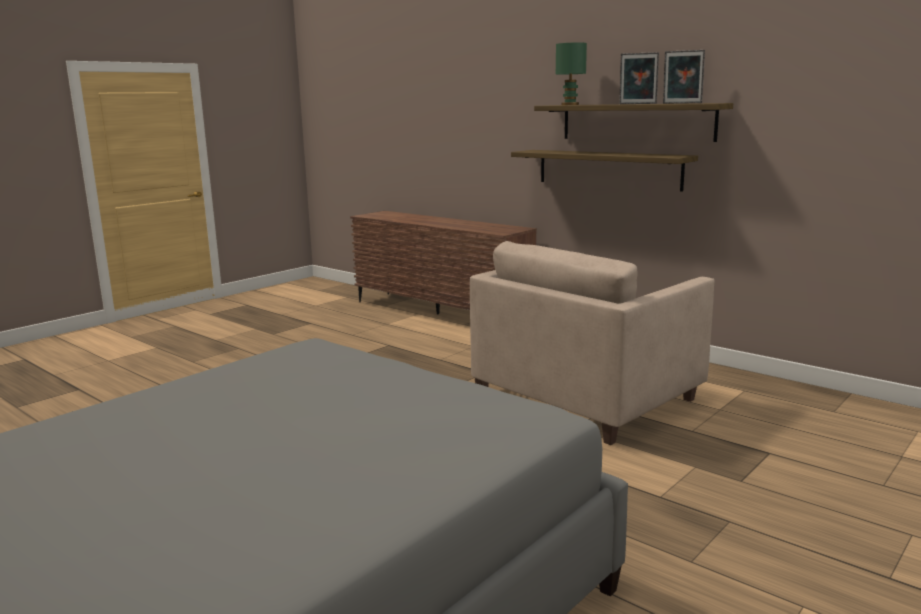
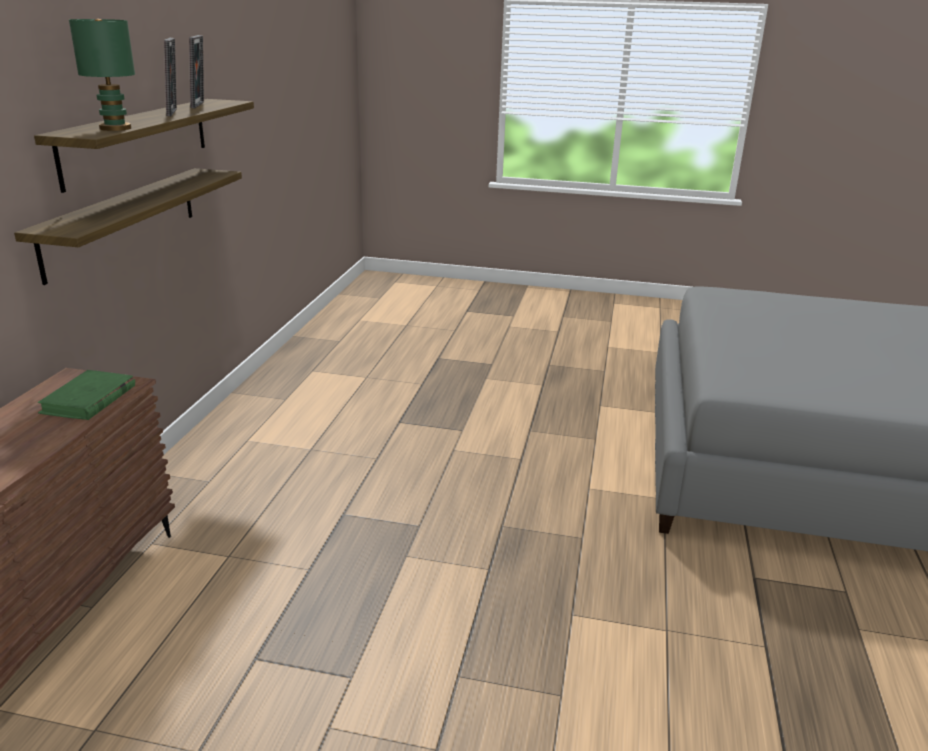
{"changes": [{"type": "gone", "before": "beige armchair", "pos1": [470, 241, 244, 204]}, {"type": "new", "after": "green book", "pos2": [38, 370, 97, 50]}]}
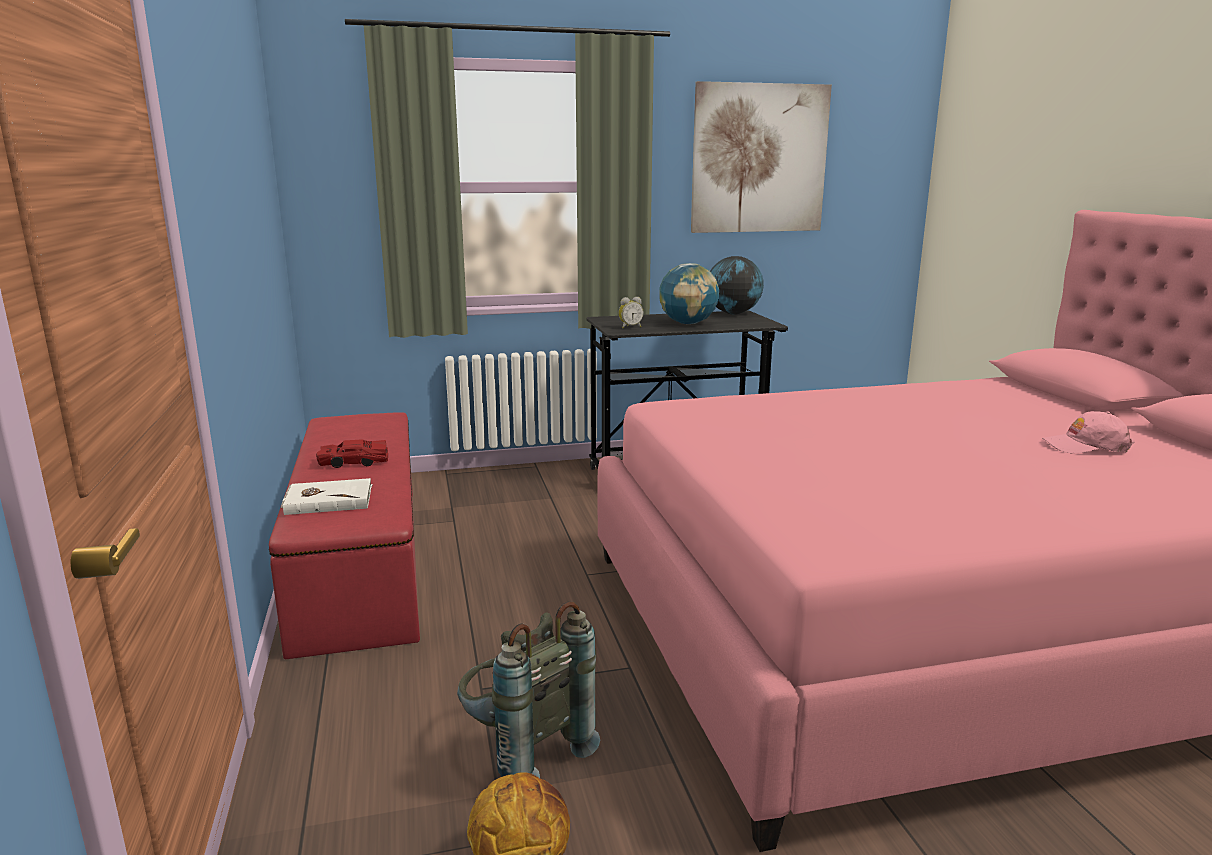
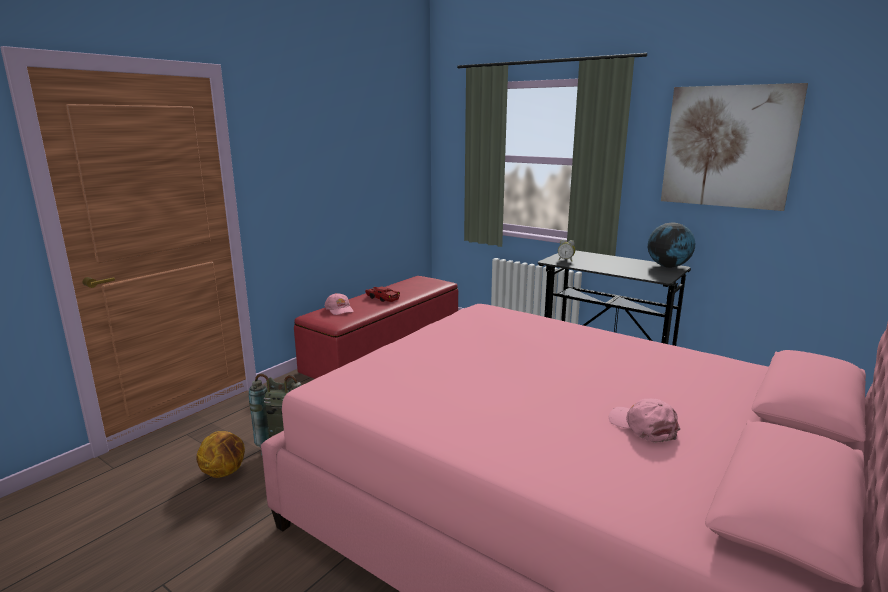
{"changes": [{"type": "gone", "before": "globe", "pos1": [659, 263, 60, 61]}, {"type": "swapped", "before": "white book", "after": "pink cap", "pos1": [281, 478, 92, 37], "pos2": [325, 293, 29, 22]}]}
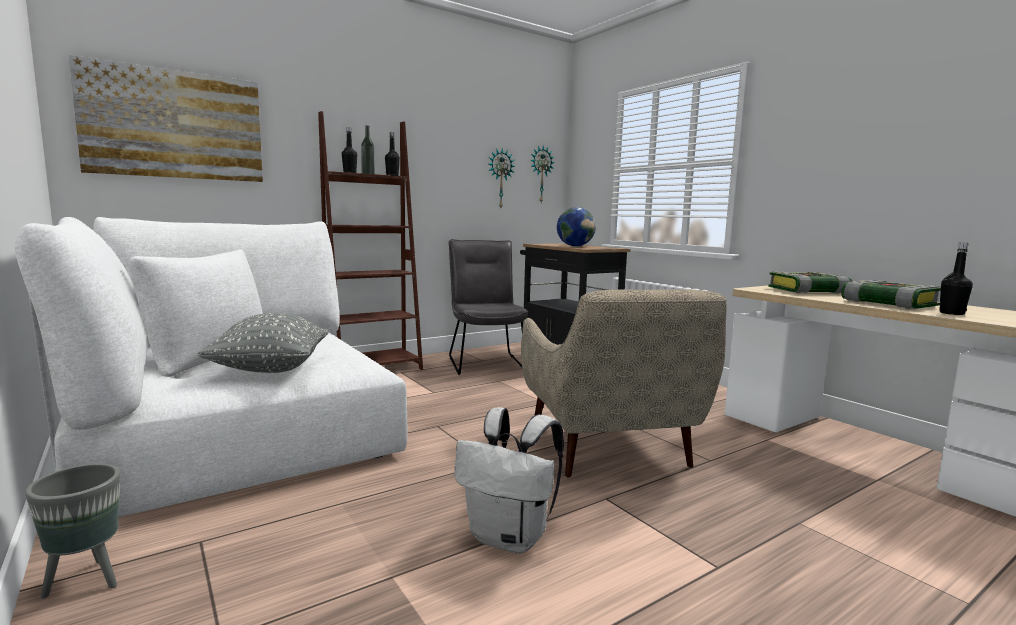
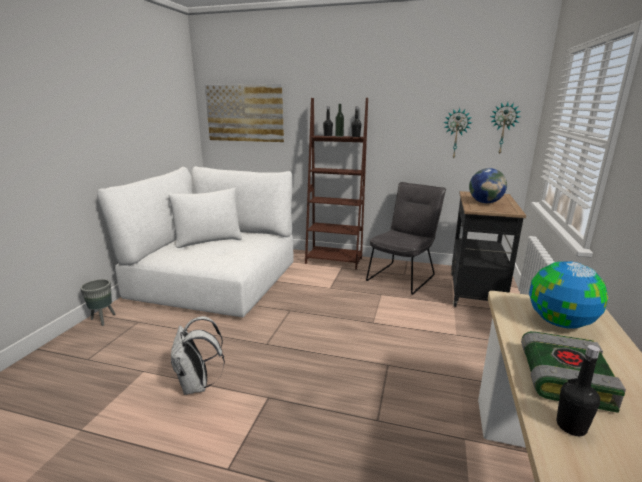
{"changes": [{"type": "swapped", "before": "book", "after": "globe", "pos1": [768, 271, 84, 23], "pos2": [529, 261, 80, 68]}, {"type": "gone", "before": "beige armchair", "pos1": [521, 289, 206, 189]}, {"type": "gone", "before": "grey pillow", "pos1": [198, 313, 130, 60]}]}
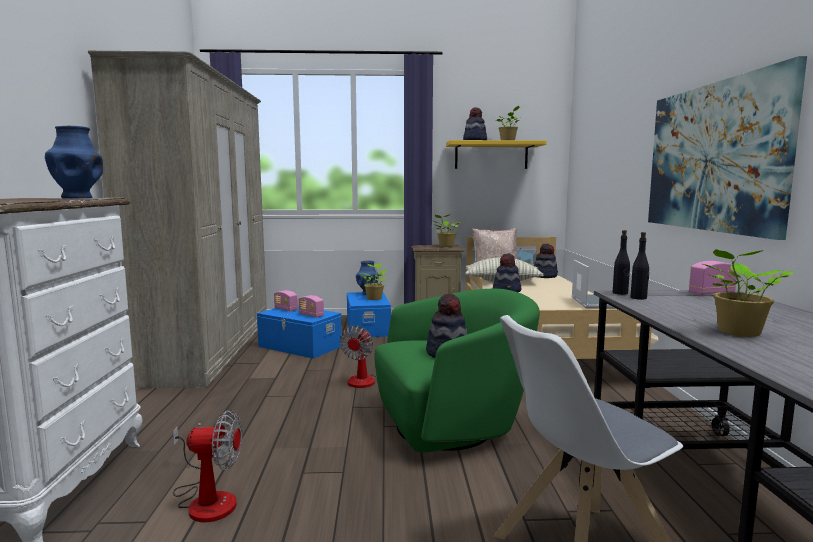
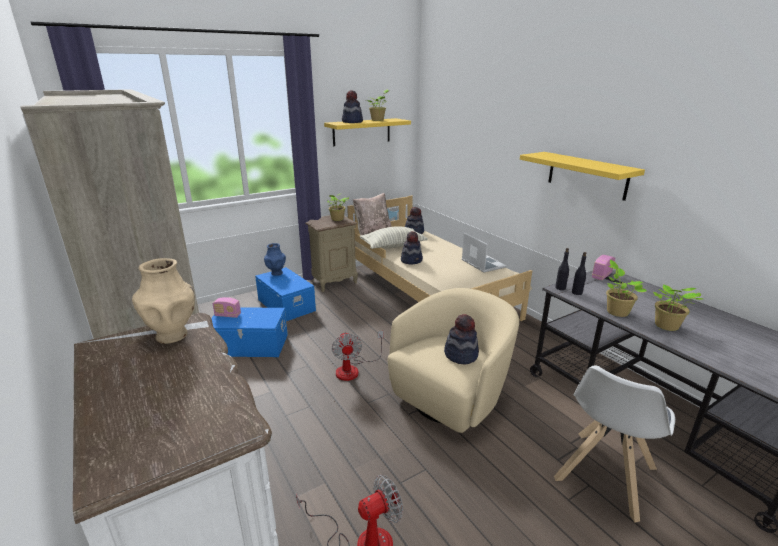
{"changes": [{"type": "swapped", "before": "picture", "after": "yellow shelf", "pos1": [648, 56, 159, 184], "pos2": [520, 152, 125, 49]}, {"type": "repainted", "before": "blue vase", "after": "beige vase", "pos1": [45, 126, 58, 72], "pos2": [132, 258, 63, 86]}, {"type": "shifted", "before": "potted plant", "pos1": [359, 263, 28, 37], "pos2": [606, 260, 41, 57]}, {"type": "repainted", "before": "green armchair", "after": "beige armchair", "pos1": [374, 289, 166, 164], "pos2": [388, 288, 131, 145]}, {"type": "gone", "before": "radio", "pos1": [299, 295, 25, 23]}]}
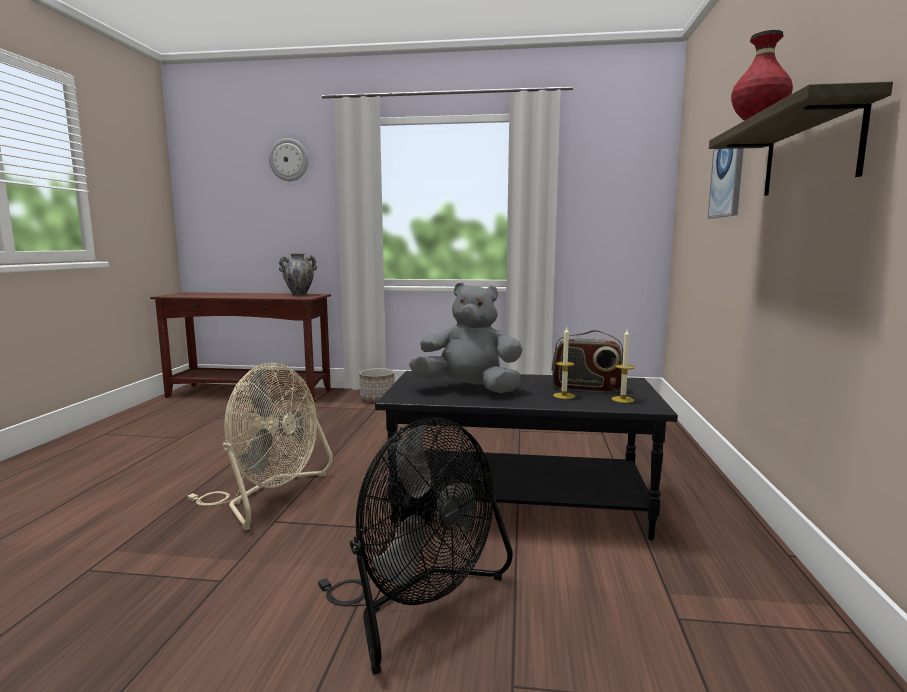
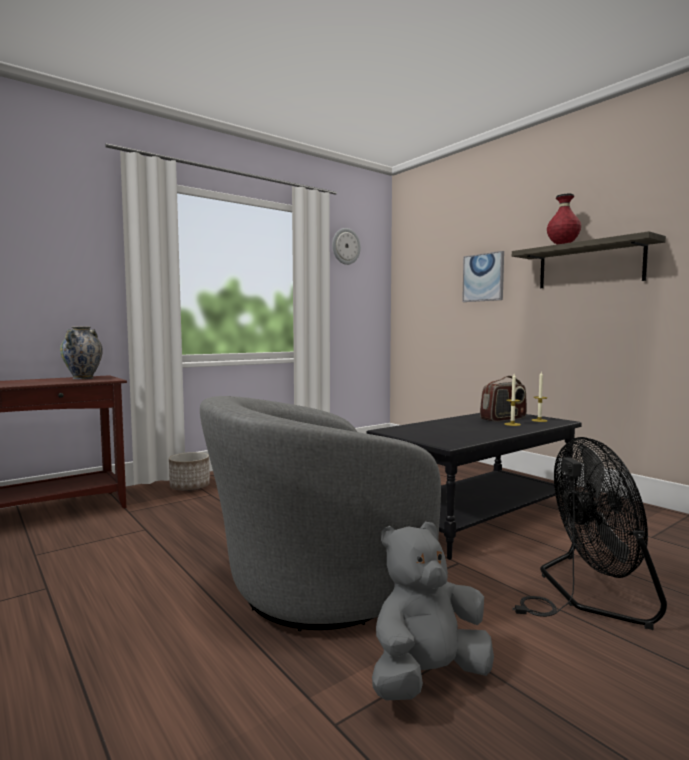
{"changes": [{"type": "shifted", "before": "wall clock", "pos1": [269, 138, 39, 43], "pos2": [332, 228, 29, 37]}, {"type": "shifted", "before": "grey plush toy", "pos1": [409, 283, 114, 110], "pos2": [372, 522, 122, 178]}, {"type": "swapped", "before": "beige fan", "after": "grey armchair", "pos1": [187, 363, 146, 168], "pos2": [200, 396, 241, 235]}]}
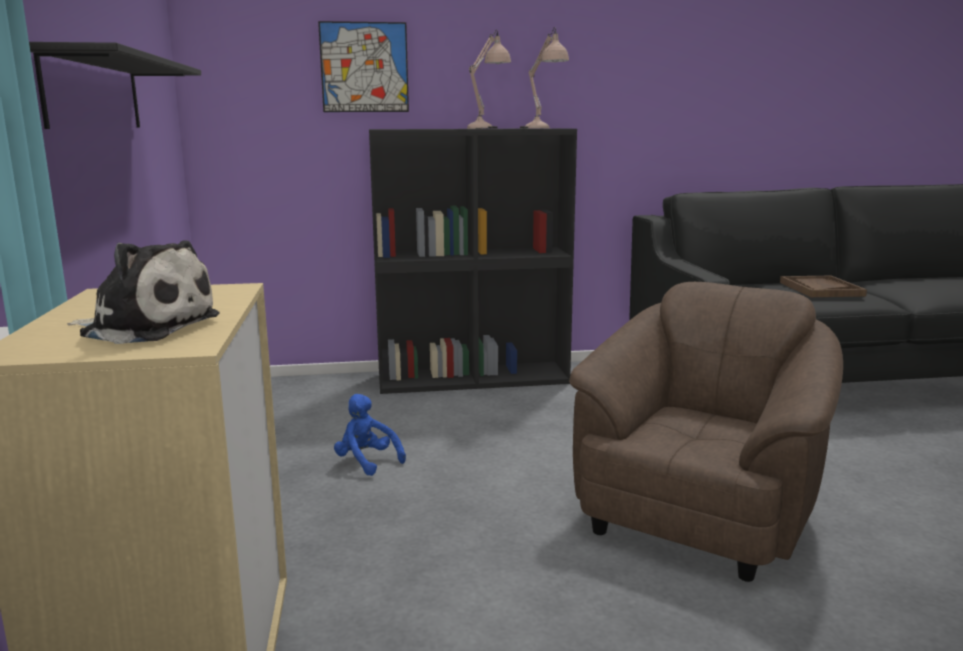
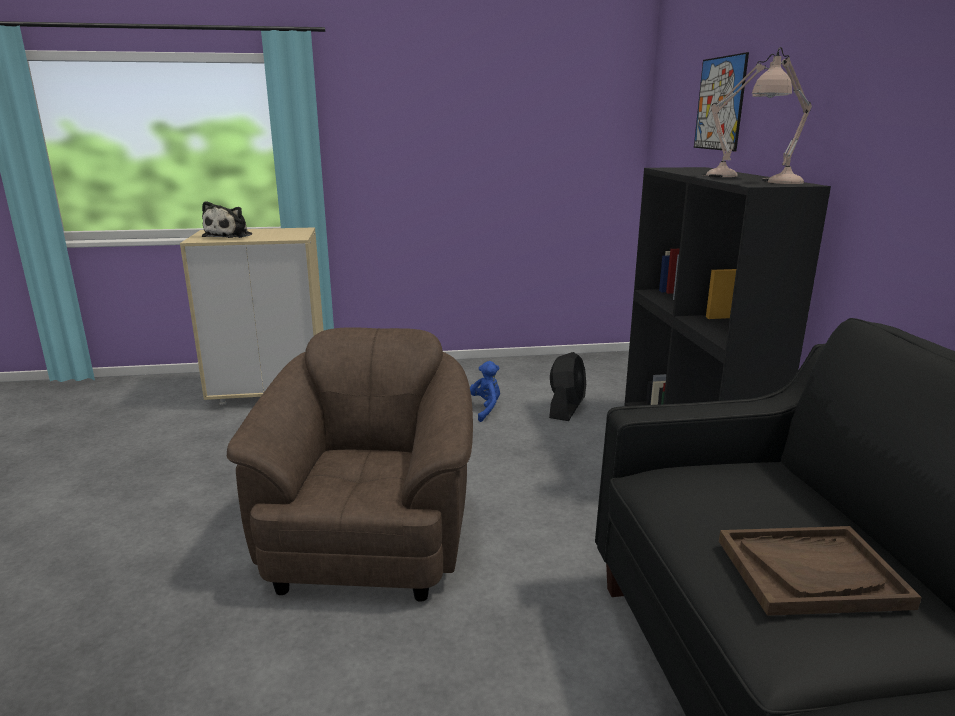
{"changes": [{"type": "gone", "before": "black shelf", "pos1": [29, 42, 172, 87]}, {"type": "rotated", "before": "brown armchair", "pos1": [569, 282, 274, 300], "pos2": [227, 327, 246, 275], "turn": -120}, {"type": "new", "after": "black fan", "pos2": [549, 352, 37, 69]}]}
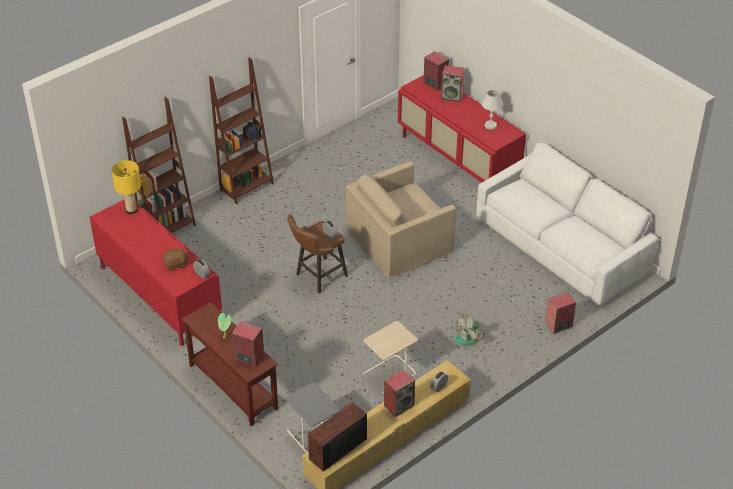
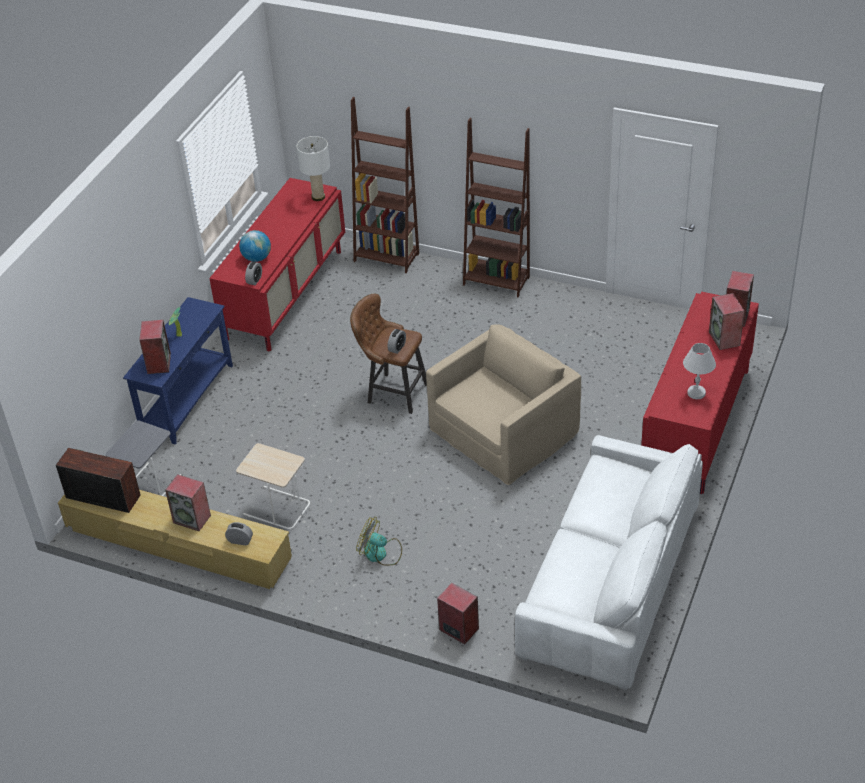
{"changes": [{"type": "repainted", "before": "yellow table lamp", "after": "white table lamp", "pos1": [111, 160, 30, 54], "pos2": [296, 136, 34, 65]}, {"type": "rotated", "before": "beige armchair", "pos1": [346, 161, 110, 118], "pos2": [426, 324, 155, 161], "turn": 105}, {"type": "swapped", "before": "brown plush toy", "after": "globe", "pos1": [163, 246, 26, 25], "pos2": [239, 230, 32, 32]}, {"type": "repainted", "before": "brown console table", "after": "blue console table", "pos1": [181, 302, 97, 124], "pos2": [123, 297, 110, 148]}]}
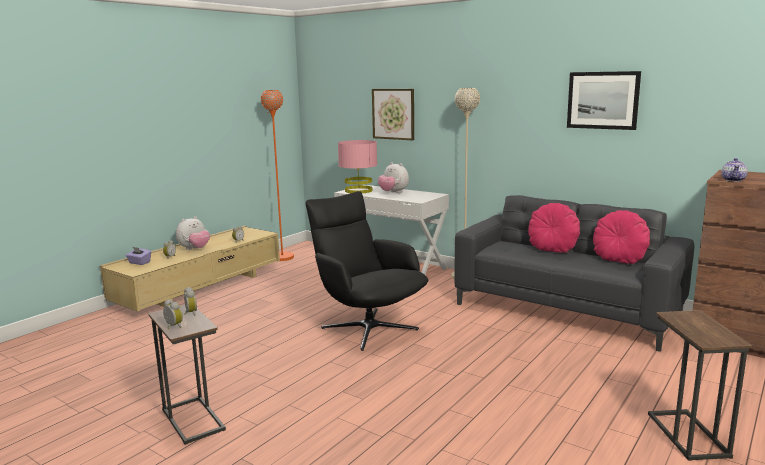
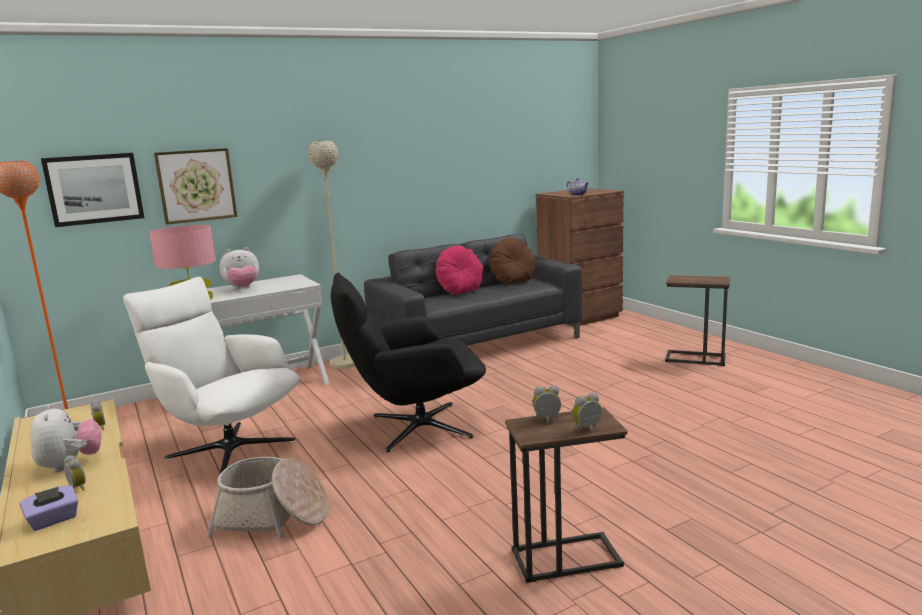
{"changes": [{"type": "shifted", "before": "picture", "pos1": [567, 71, 74, 59], "pos2": [41, 153, 103, 74]}, {"type": "repainted", "before": "pink pillow", "after": "brown pillow", "pos1": [593, 210, 57, 54], "pos2": [489, 238, 47, 47]}, {"type": "new", "after": "white armchair", "pos2": [123, 277, 177, 197]}, {"type": "new", "after": "basket", "pos2": [207, 457, 122, 82]}]}
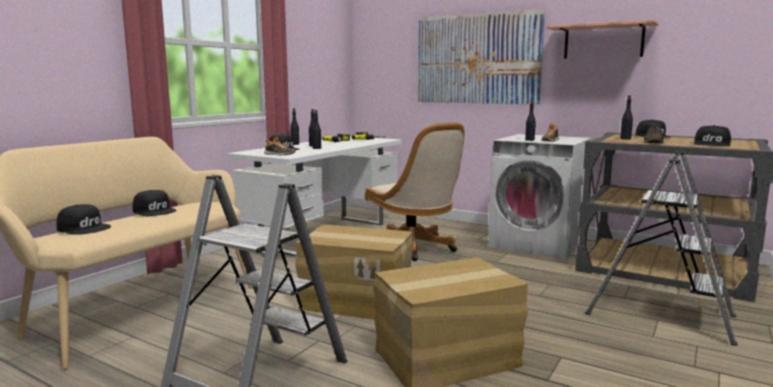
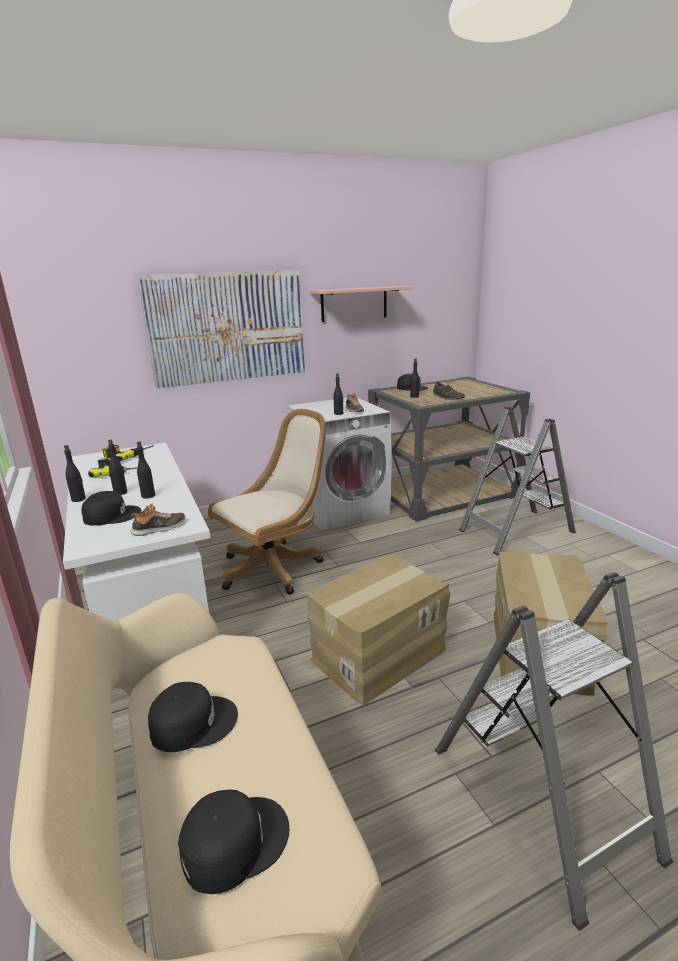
{"changes": [{"type": "rotated", "before": "office chair", "pos1": [365, 123, 100, 138], "pos2": [208, 409, 117, 186], "turn": -45}, {"type": "gone", "before": "black cap", "pos1": [694, 125, 37, 21]}]}
